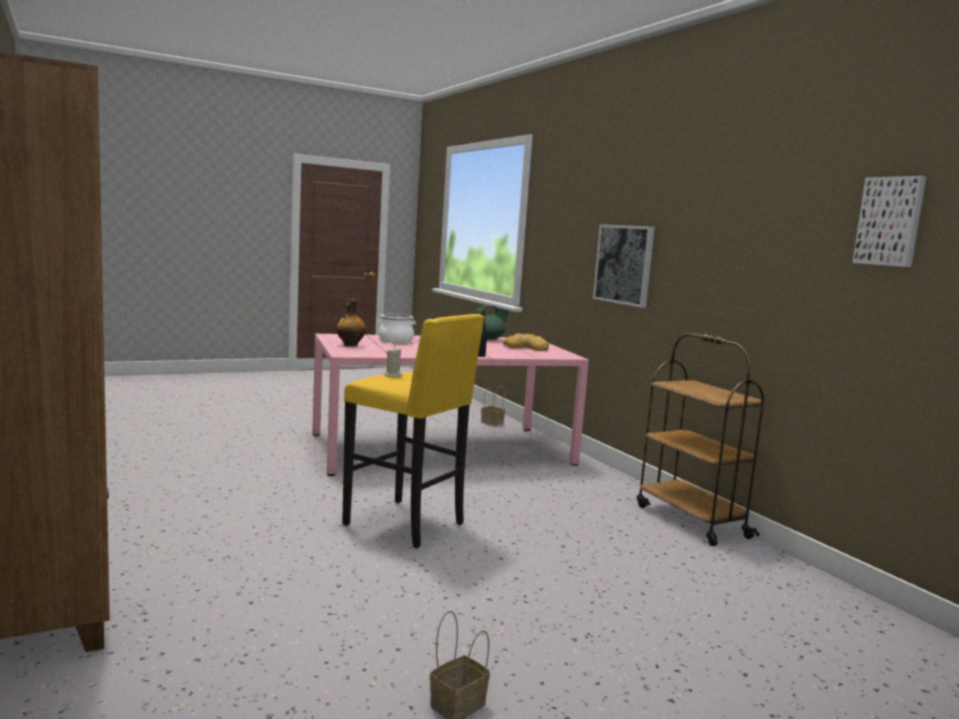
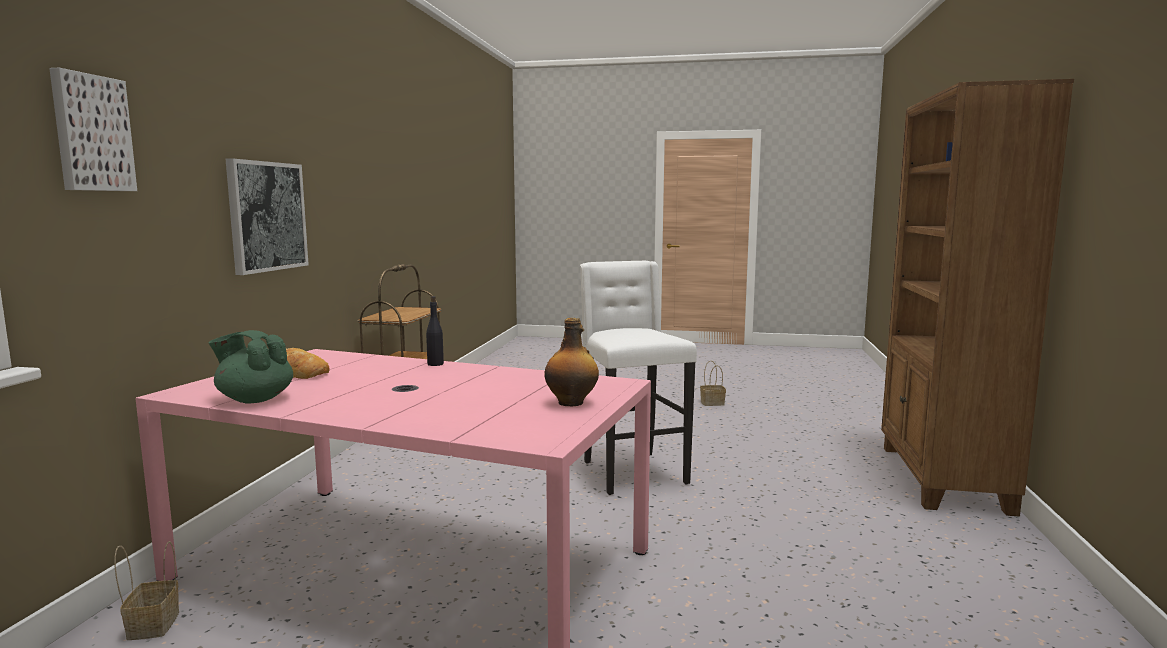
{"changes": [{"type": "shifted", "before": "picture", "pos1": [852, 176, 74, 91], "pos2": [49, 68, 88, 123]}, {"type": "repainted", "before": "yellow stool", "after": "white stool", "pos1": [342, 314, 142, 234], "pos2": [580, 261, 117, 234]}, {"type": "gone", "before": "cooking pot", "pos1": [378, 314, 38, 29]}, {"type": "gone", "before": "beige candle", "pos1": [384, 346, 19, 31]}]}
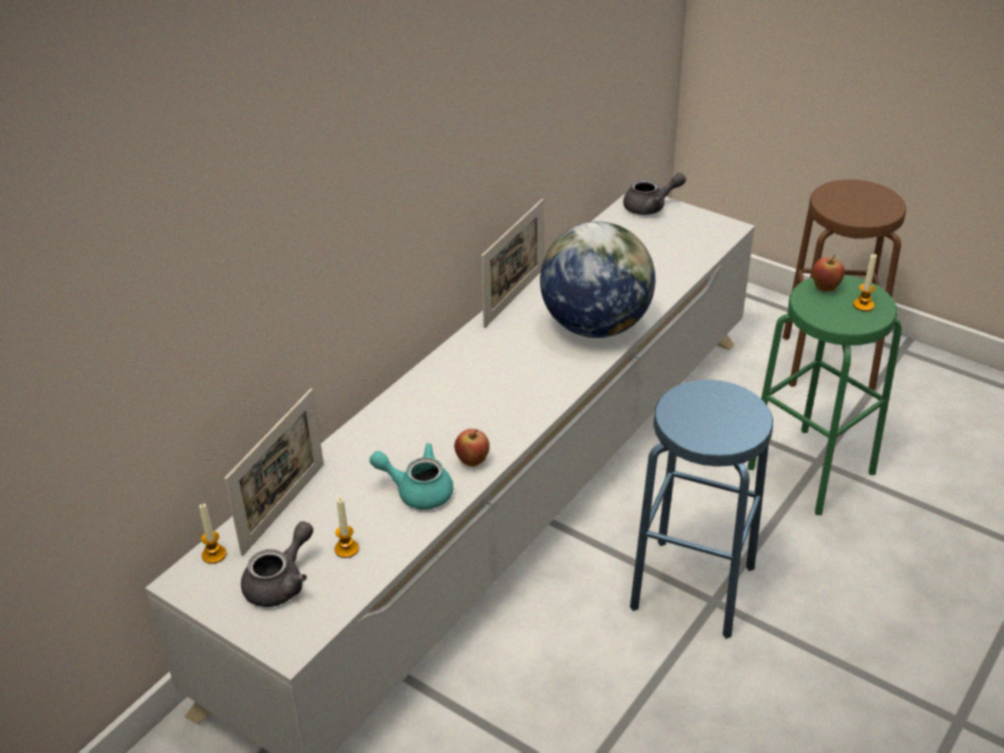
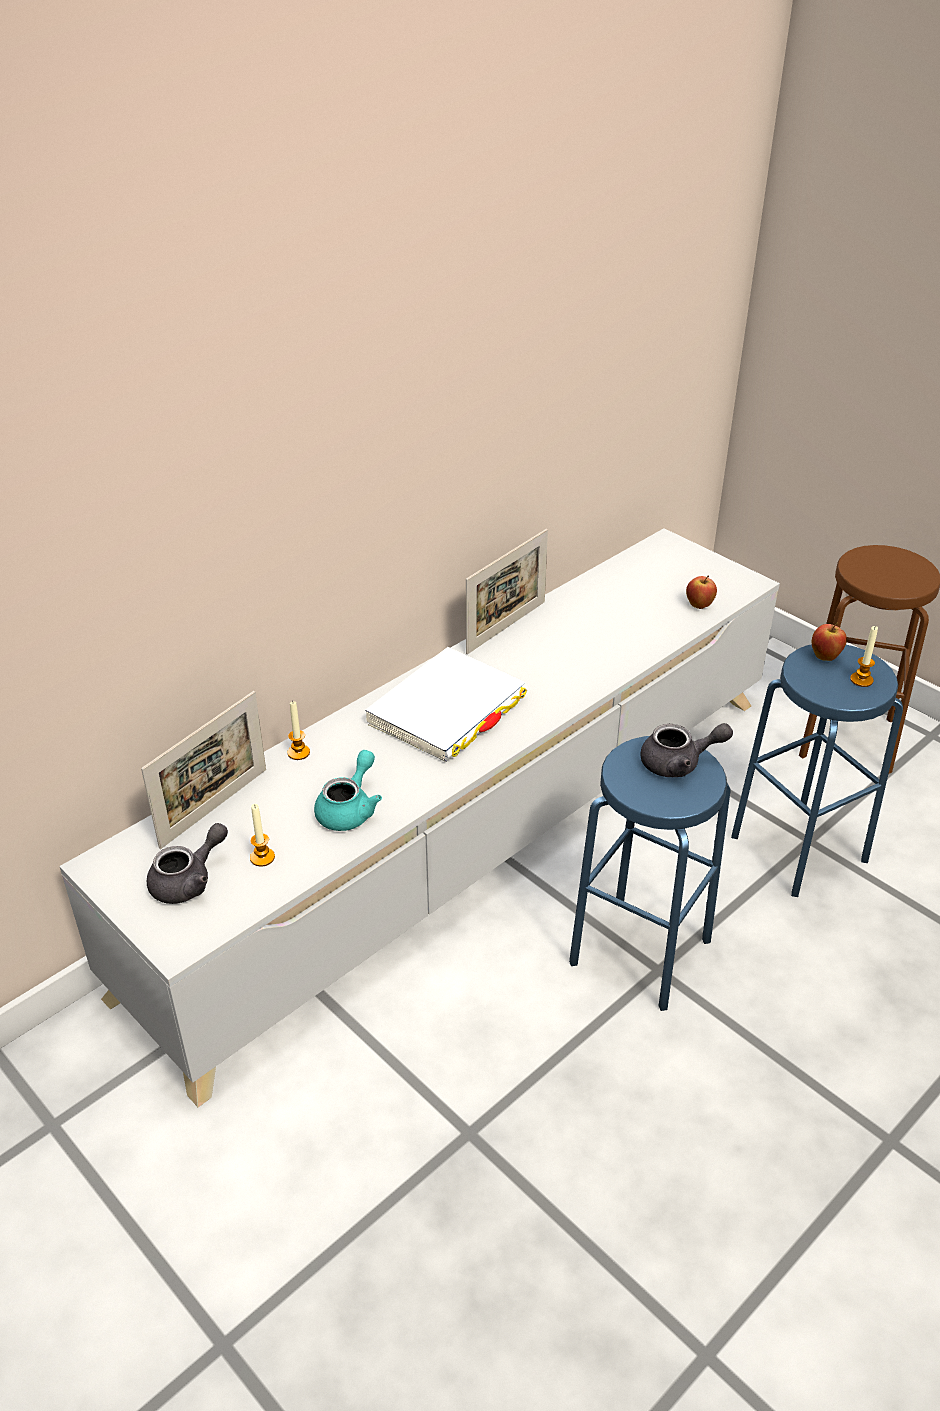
{"changes": [{"type": "shifted", "before": "grey teapot", "pos1": [623, 173, 63, 42], "pos2": [640, 723, 93, 54]}, {"type": "gone", "before": "globe", "pos1": [540, 221, 115, 117]}, {"type": "repainted", "before": "green stool", "after": "blue stool", "pos1": [748, 275, 154, 240], "pos2": [731, 644, 172, 253]}, {"type": "shifted", "before": "apple", "pos1": [454, 429, 36, 38], "pos2": [686, 575, 31, 34]}, {"type": "rotated", "before": "turquoise teapot", "pos1": [369, 443, 84, 67], "pos2": [314, 750, 68, 81], "turn": 90}, {"type": "shifted", "before": "candle", "pos1": [199, 504, 27, 60], "pos2": [287, 701, 23, 59]}, {"type": "new", "after": "white book", "pos2": [365, 647, 163, 115]}]}
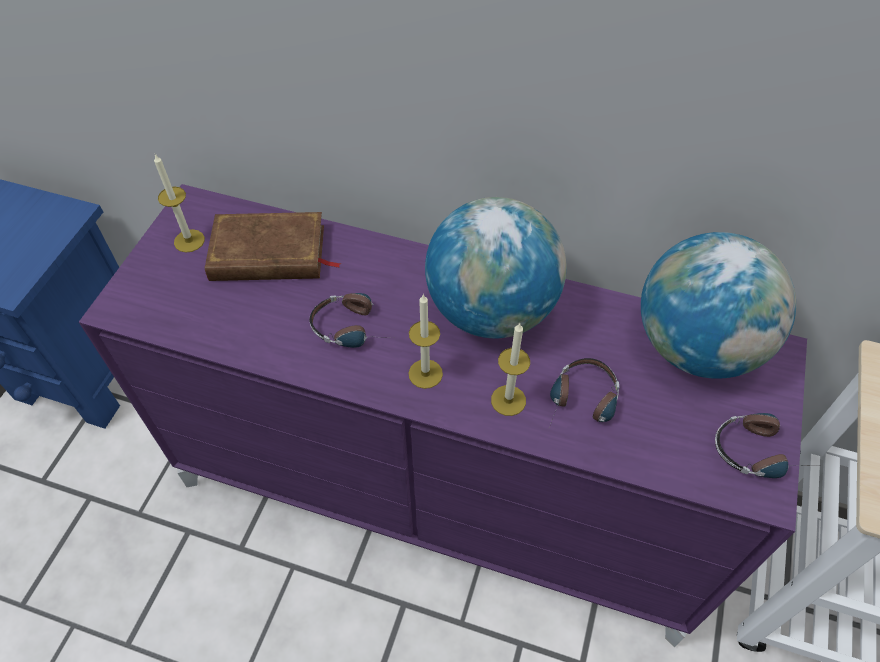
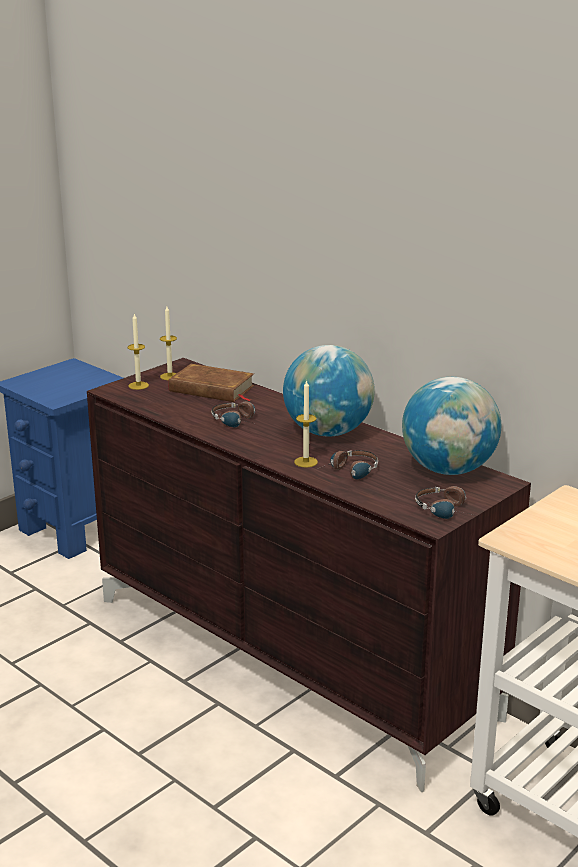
{"changes": [{"type": "repainted", "before": "purple dresser", "after": "brown dresser", "pos1": [79, 184, 728, 463], "pos2": [87, 358, 444, 434]}, {"type": "shifted", "before": "candle", "pos1": [408, 294, 35, 95], "pos2": [128, 314, 21, 76]}]}
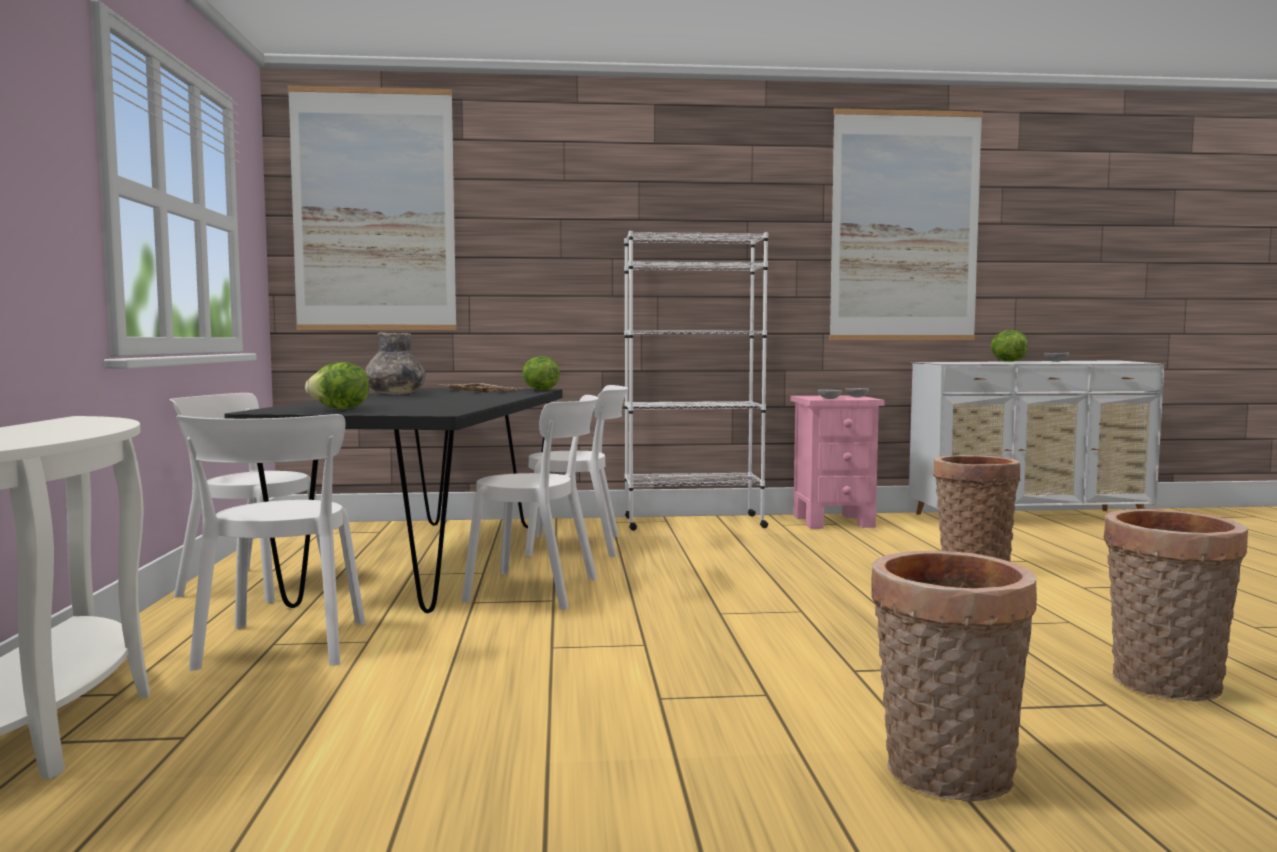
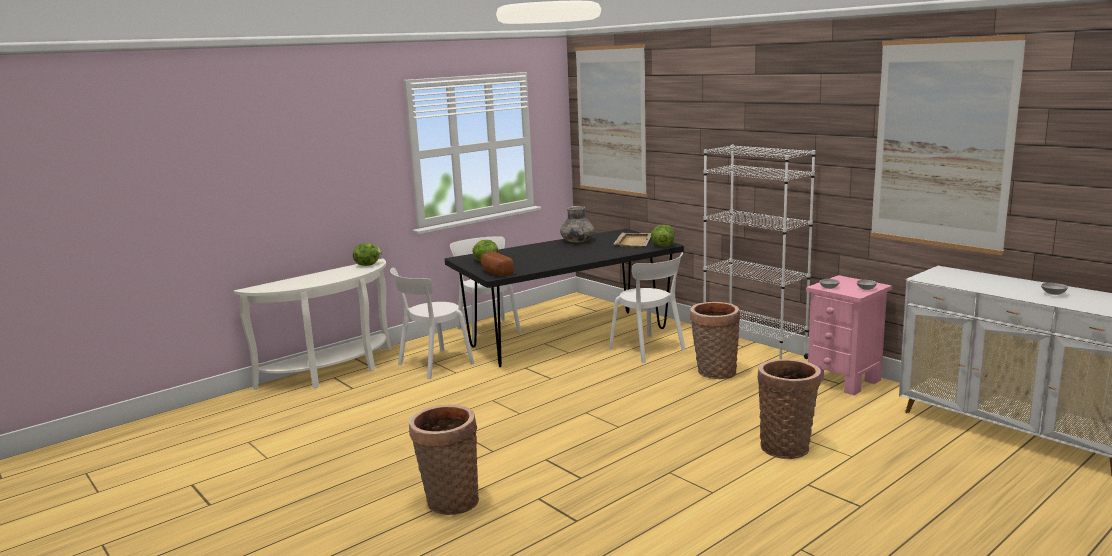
{"changes": [{"type": "shifted", "before": "lettuce", "pos1": [991, 330, 37, 32], "pos2": [353, 243, 29, 23]}, {"type": "gone", "before": "white chair", "pos1": [462, 395, 137, 214]}, {"type": "shifted", "before": "basket", "pos1": [1104, 509, 144, 192], "pos2": [690, 302, 50, 77]}, {"type": "new", "after": "bread", "pos2": [481, 252, 33, 24]}]}
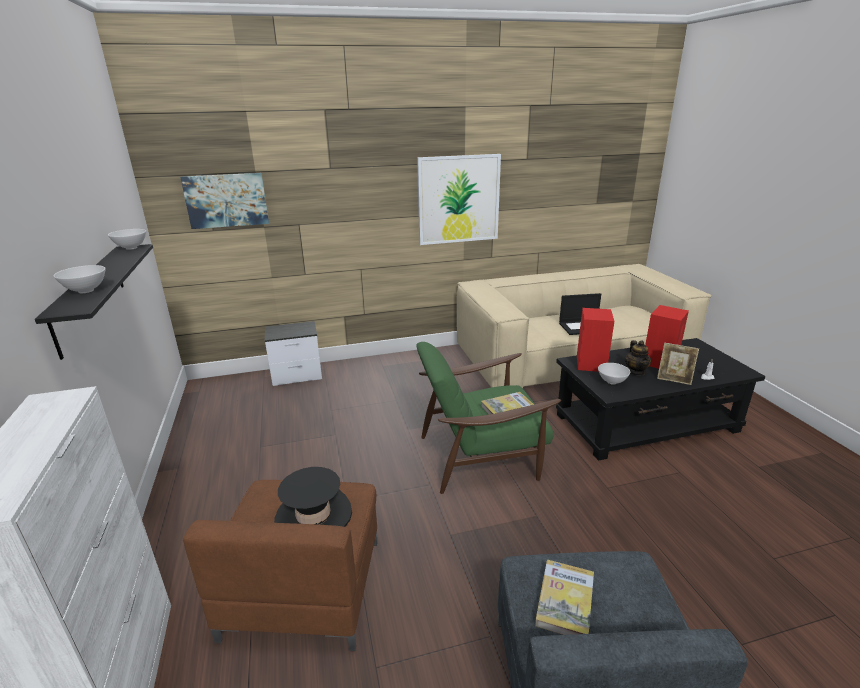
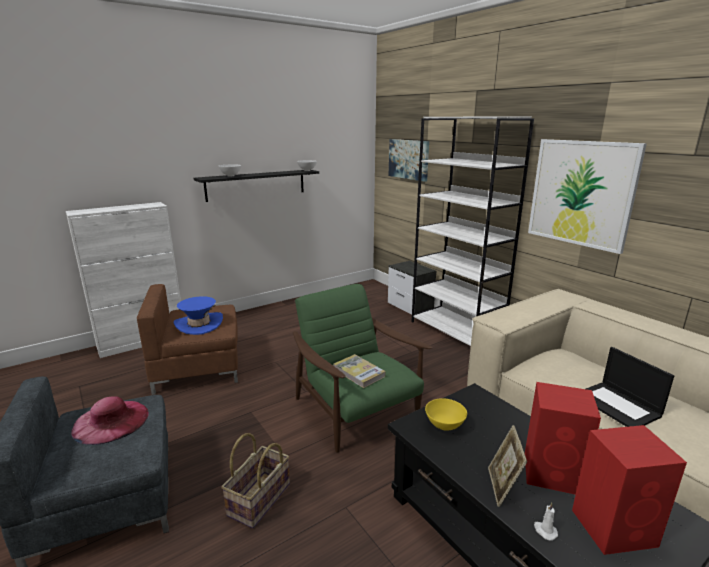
{"changes": [{"type": "shifted", "before": "red speaker", "pos1": [577, 308, 37, 64], "pos2": [572, 425, 115, 130]}, {"type": "gone", "before": "teapot", "pos1": [625, 340, 27, 36]}, {"type": "repainted", "before": "white bowl", "after": "yellow bowl", "pos1": [598, 363, 32, 22], "pos2": [425, 398, 42, 32]}, {"type": "repainted", "before": "black hat", "after": "blue hat", "pos1": [274, 467, 78, 60], "pos2": [173, 296, 50, 39]}, {"type": "swapped", "before": "book", "after": "pink hat", "pos1": [535, 560, 59, 75], "pos2": [71, 396, 78, 49]}, {"type": "new", "after": "white bookcase", "pos2": [412, 117, 122, 229]}, {"type": "new", "after": "basket", "pos2": [221, 433, 69, 95]}]}
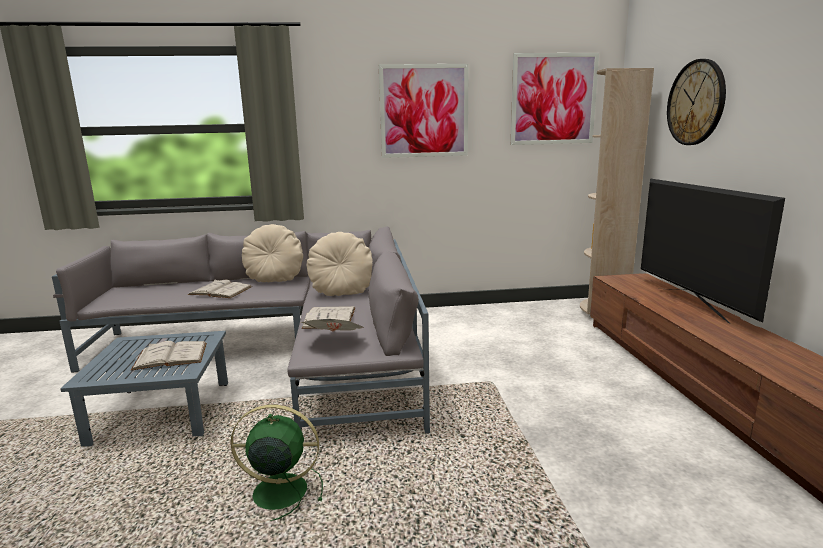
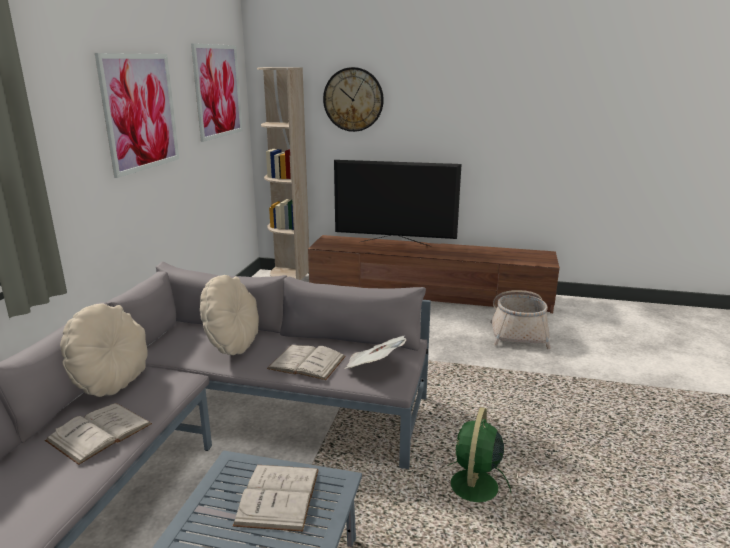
{"changes": [{"type": "new", "after": "basket", "pos2": [490, 290, 61, 59]}]}
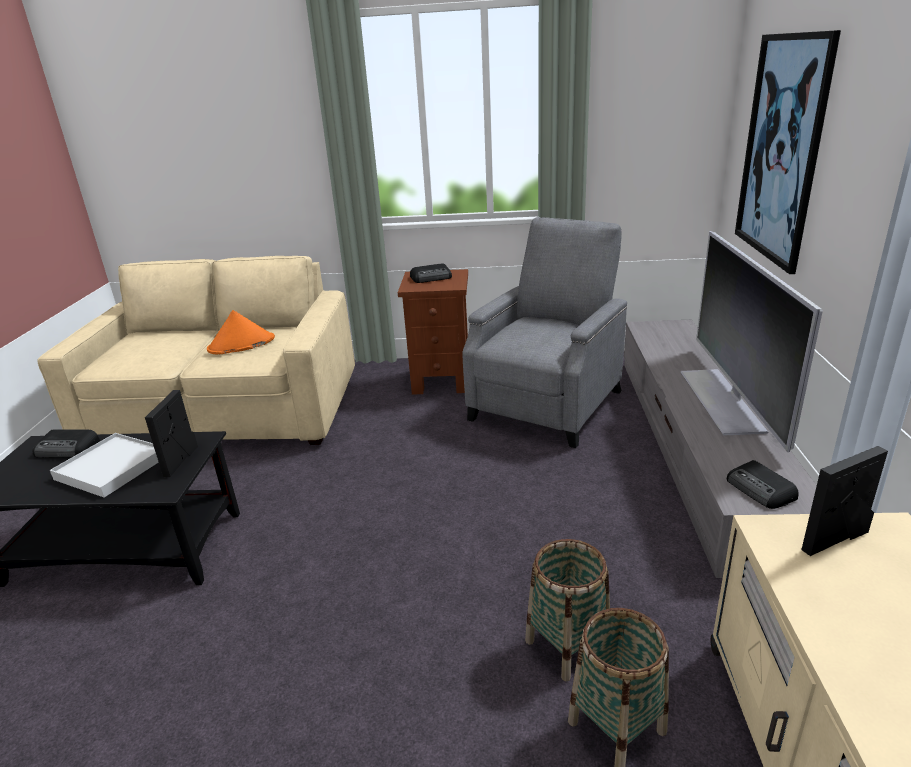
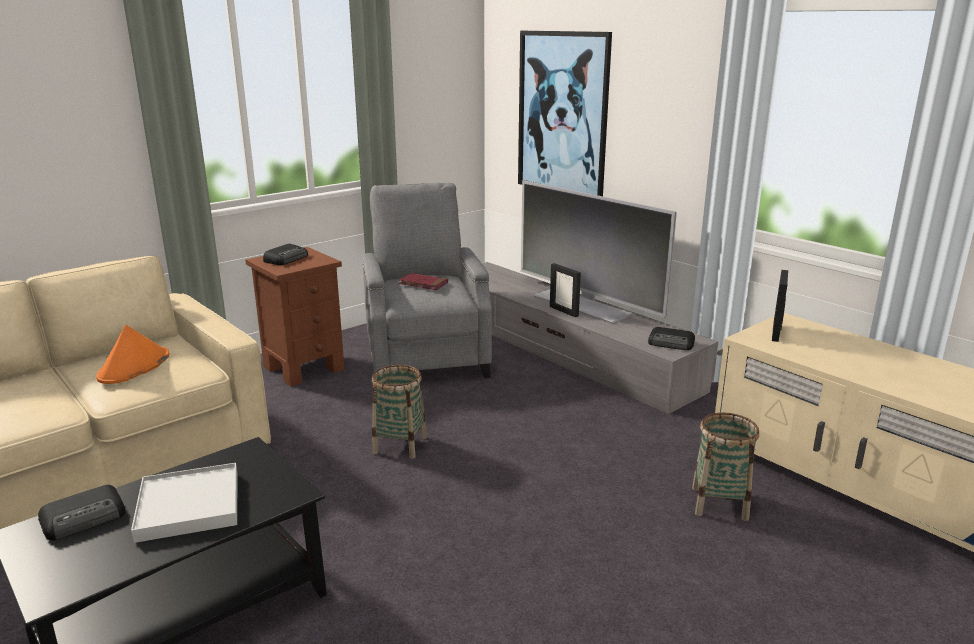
{"changes": [{"type": "shifted", "before": "picture frame", "pos1": [145, 390, 53, 87], "pos2": [550, 263, 31, 54]}, {"type": "shifted", "before": "basket", "pos1": [525, 539, 85, 142], "pos2": [372, 365, 55, 94]}, {"type": "new", "after": "red book", "pos2": [399, 273, 49, 17]}]}
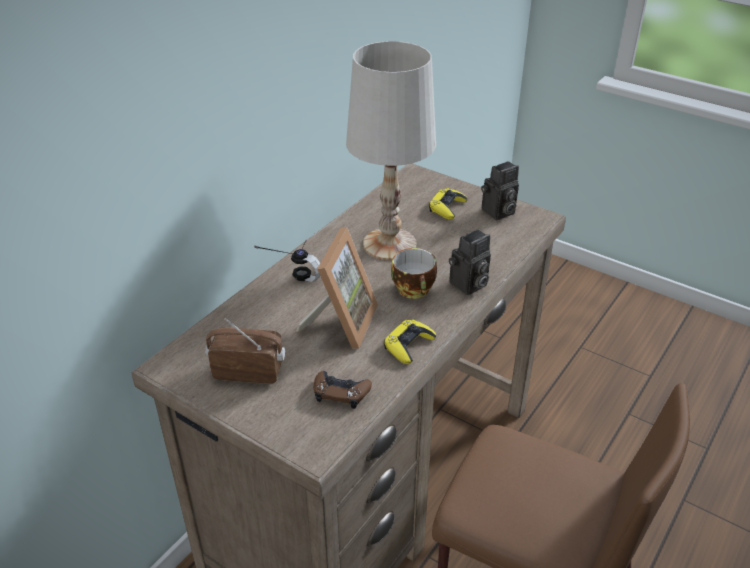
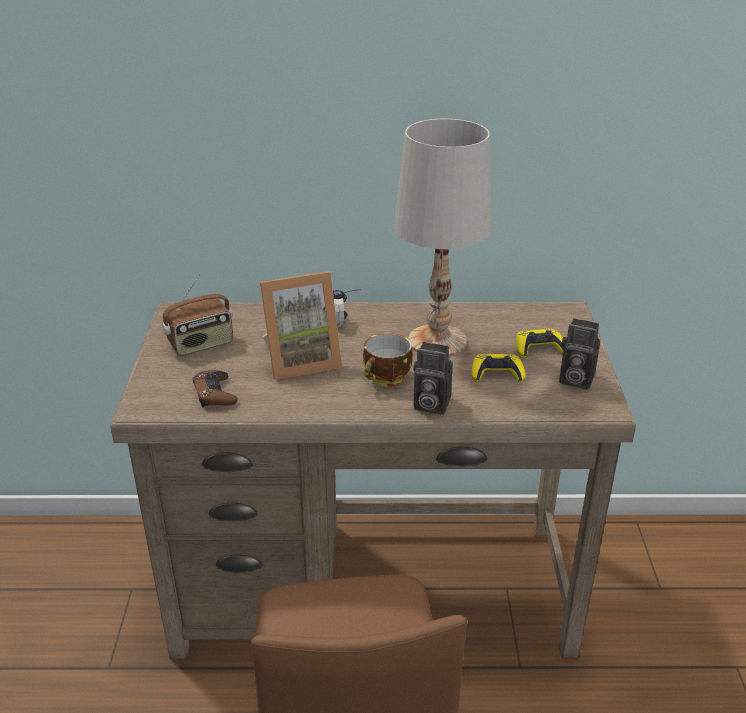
{"changes": [{"type": "rotated", "before": "radio", "pos1": [205, 318, 80, 66], "pos2": [162, 274, 71, 81], "turn": 90}, {"type": "shifted", "before": "yellow game controller", "pos1": [384, 319, 52, 45], "pos2": [471, 354, 54, 28]}]}
